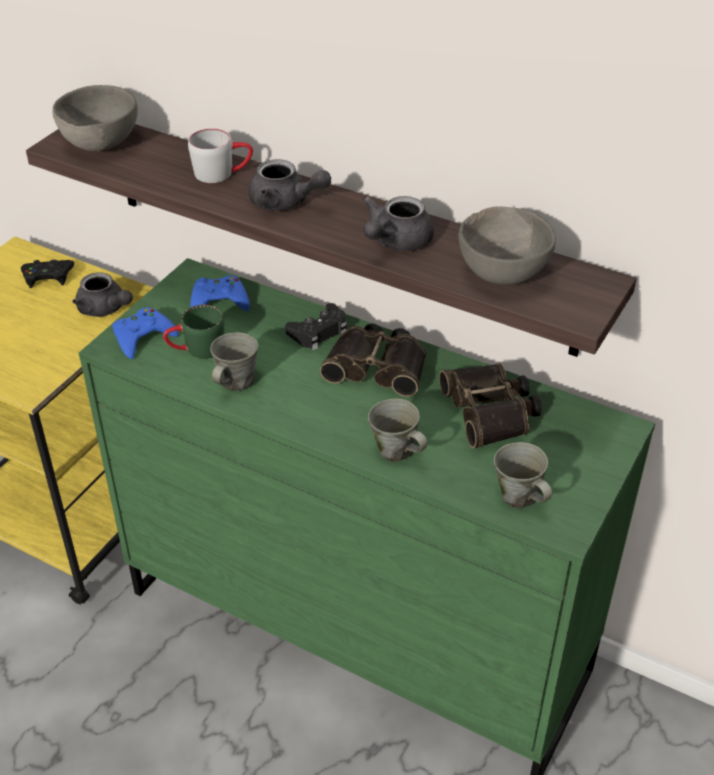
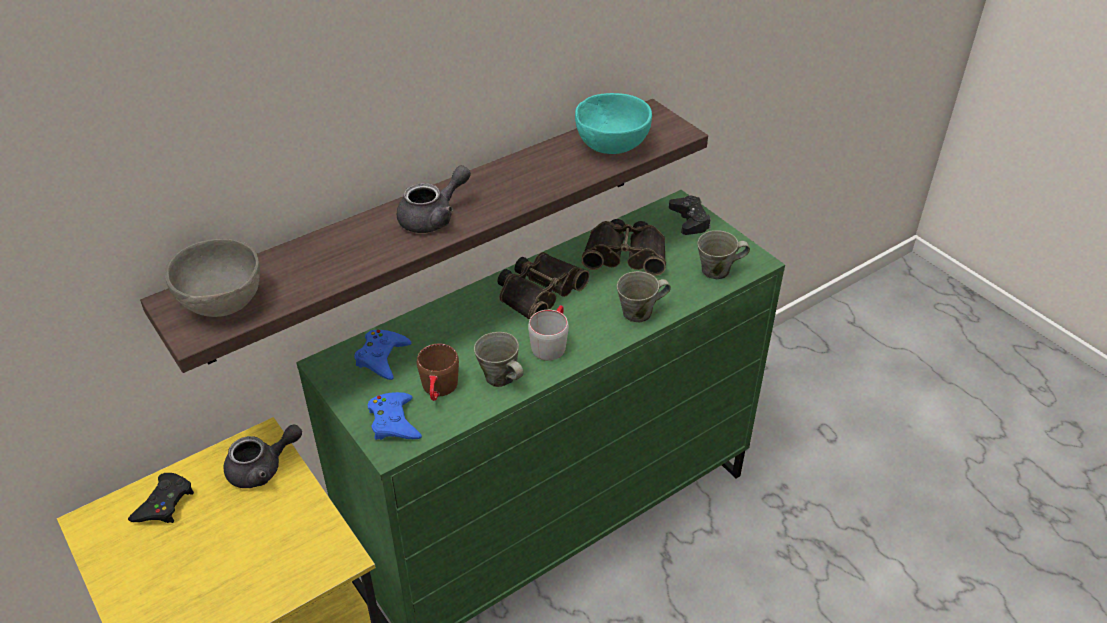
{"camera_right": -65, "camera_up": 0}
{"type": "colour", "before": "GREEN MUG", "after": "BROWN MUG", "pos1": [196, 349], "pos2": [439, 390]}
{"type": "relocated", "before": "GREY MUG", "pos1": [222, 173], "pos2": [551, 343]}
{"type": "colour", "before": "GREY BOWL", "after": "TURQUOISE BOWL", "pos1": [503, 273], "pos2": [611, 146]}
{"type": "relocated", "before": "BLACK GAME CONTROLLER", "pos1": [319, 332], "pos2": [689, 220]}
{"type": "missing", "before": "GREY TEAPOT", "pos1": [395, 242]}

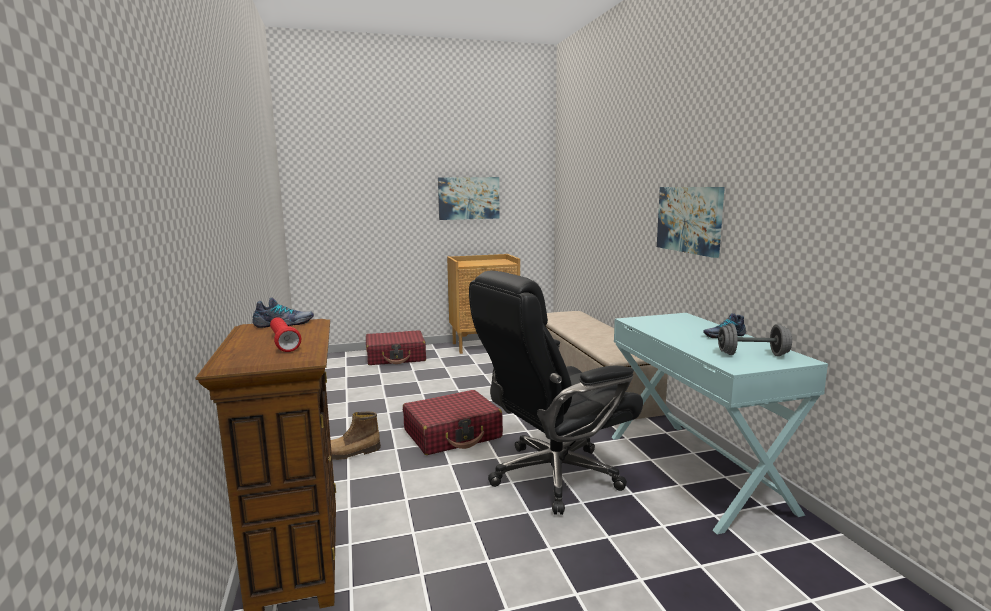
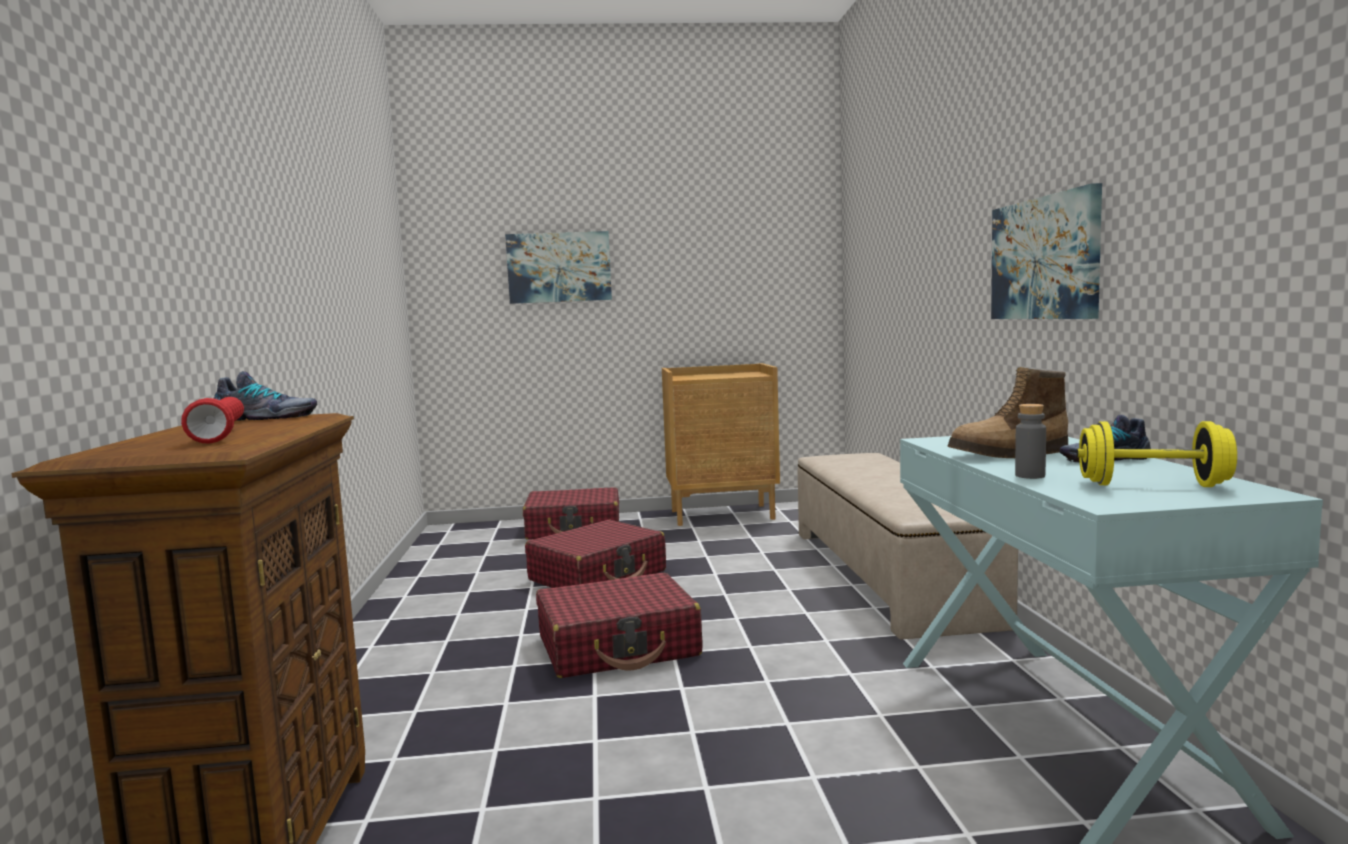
{"camera_right": 10, "camera_up": -5}
{"type": "relocated", "before": "PICTURE", "pos1": [468, 198], "pos2": [559, 267]}
{"type": "appeared", "after": "RED SUITCASE", "pos2": [598, 576]}
{"type": "relocated", "before": "BOOT", "pos1": [350, 453], "pos2": [1010, 454]}
{"type": "appeared", "after": "GREY BOTTLE", "pos2": [1030, 476]}
{"type": "colour", "before": "GREY DUMBBELL", "after": "YELLOW DUMBBELL", "pos1": [752, 354], "pos2": [1152, 485]}
{"type": "missing", "before": "BLACK OFFICE CHAIR", "pos1": [555, 475]}

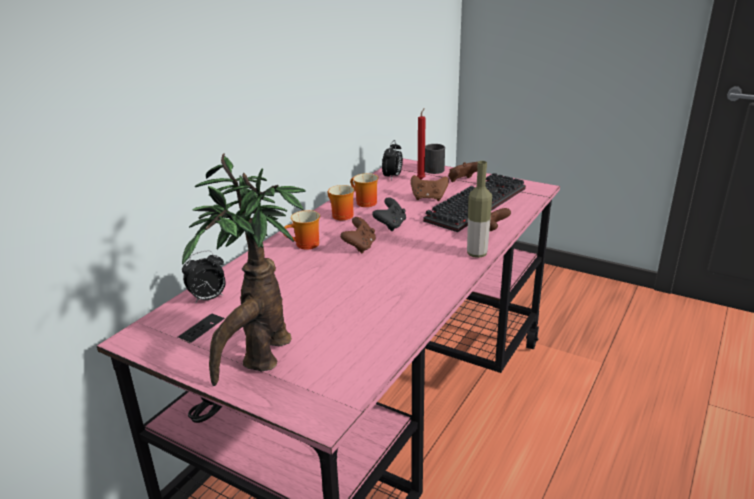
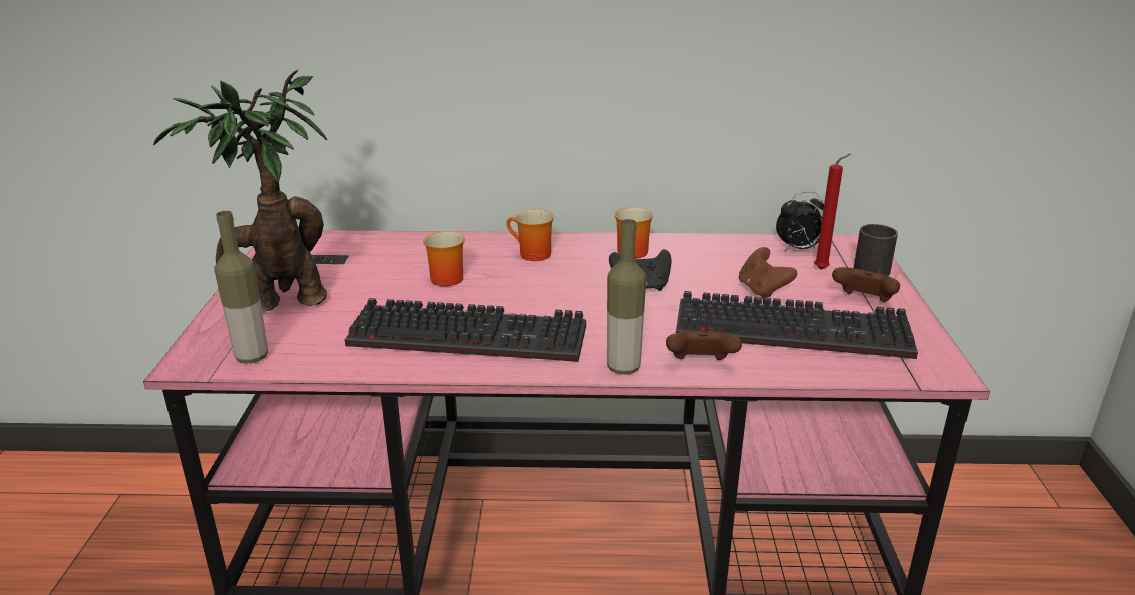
{"camera_right": 60, "camera_up": 0}
{"type": "appeared", "after": "BOTTLE", "pos2": [252, 357]}
{"type": "appeared", "after": "KEYBOARD", "pos2": [473, 334]}
{"type": "relocated", "before": "MUG", "pos1": [363, 203], "pos2": [446, 277]}
{"type": "missing", "before": "ALARM CLOCK", "pos1": [208, 299]}
{"type": "missing", "before": "BROWN GAME CONTROLLER", "pos1": [360, 247]}

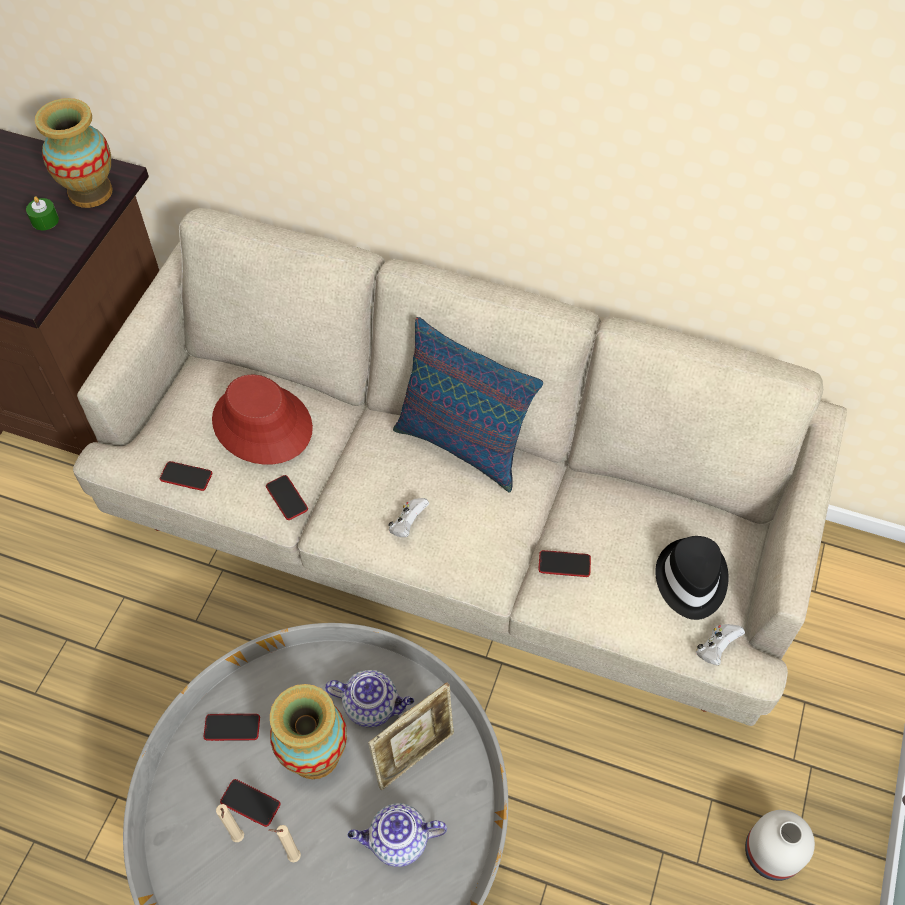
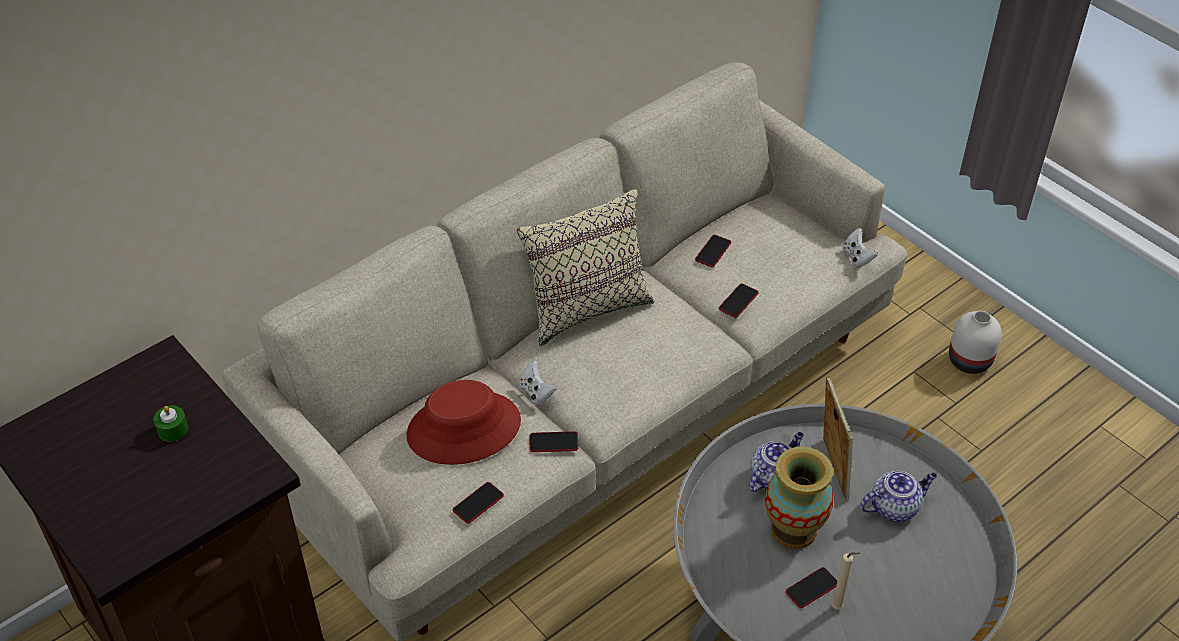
{"camera_right": -60, "camera_up": -10}
{"type": "colour", "before": "BLUE PILLOW", "after": "BEIGE PILLOW", "pos1": [462, 446], "pos2": [588, 311]}
{"type": "relocated", "before": "WHITE GAME CONTROLLER", "pos1": [408, 524], "pos2": [536, 392]}
{"type": "relocated", "before": "PHONE", "pos1": [232, 727], "pos2": [713, 251]}
{"type": "spun", "before": "TEAPOT", "pos1": [397, 841], "pos2": [894, 507], "turn": -135}
{"type": "missing", "before": "VASE", "pos1": [90, 192]}
{"type": "missing", "before": "BEIGE CANDLE", "pos1": [292, 857]}
{"type": "missing", "before": "BLACK HAT", "pos1": [690, 580]}

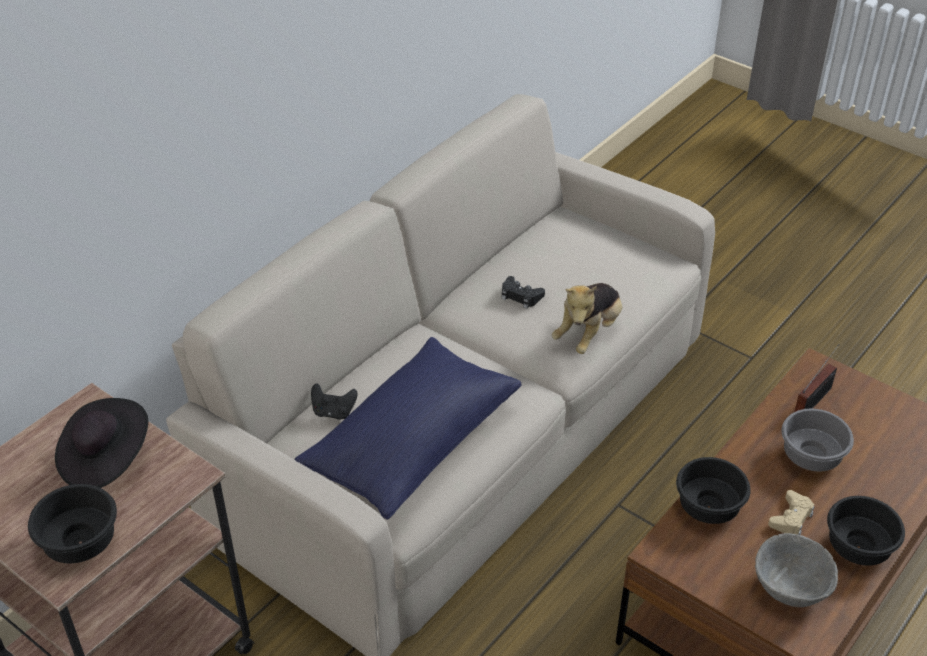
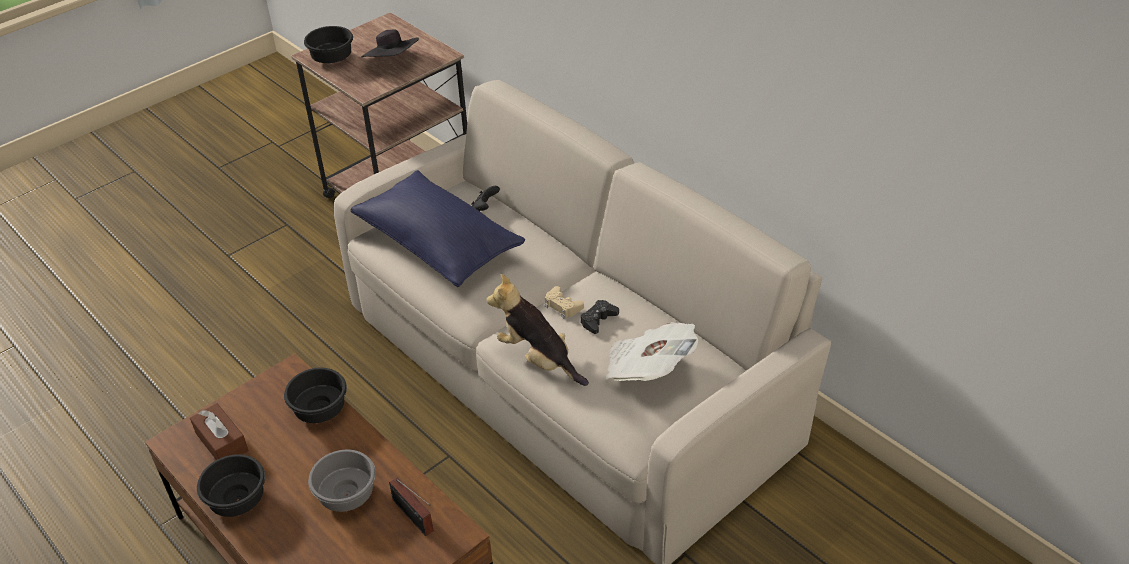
{"camera_right": 100, "camera_up": 0}
{"type": "exchanged", "before": "GREY BOWL", "after": "BROWN TISSUE BOX", "pos1": [790, 587], "pos2": [222, 442]}
{"type": "relocated", "before": "BEIGE GAME CONTROLLER", "pos1": [791, 518], "pos2": [562, 306]}
{"type": "appeared", "after": "NEWSPAPER", "pos2": [648, 368]}

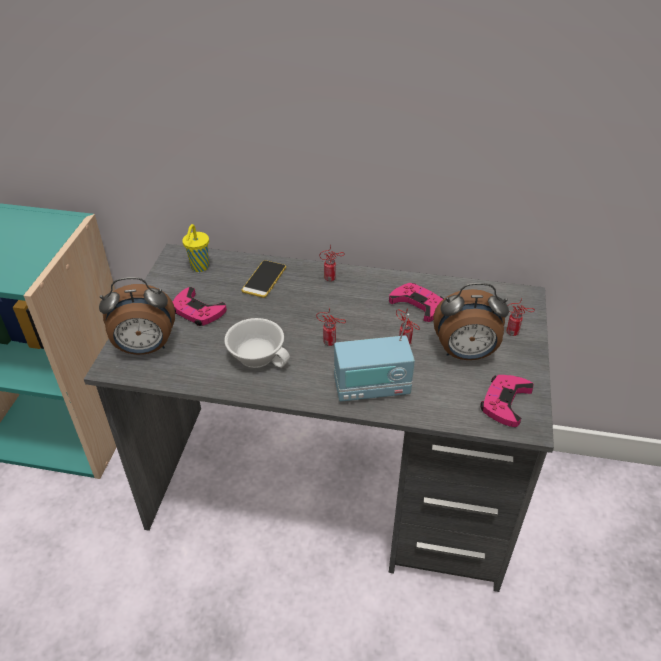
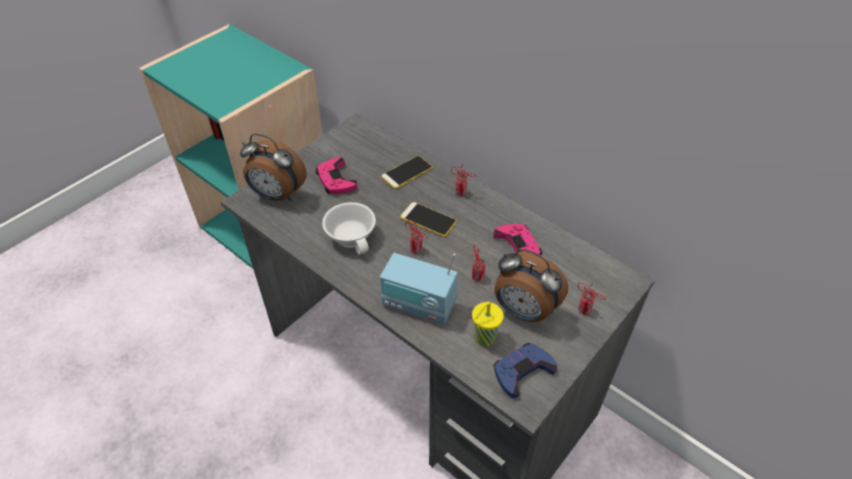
{"camera_right": 30, "camera_up": 5}
{"type": "appeared", "after": "PHONE", "pos2": [428, 220]}
{"type": "relocated", "before": "YELLOW CUP", "pos1": [199, 267], "pos2": [483, 338]}
{"type": "colour", "before": "PINK GAME CONTROLLER", "after": "BLUE GAME CONTROLLER", "pos1": [505, 402], "pos2": [522, 371]}

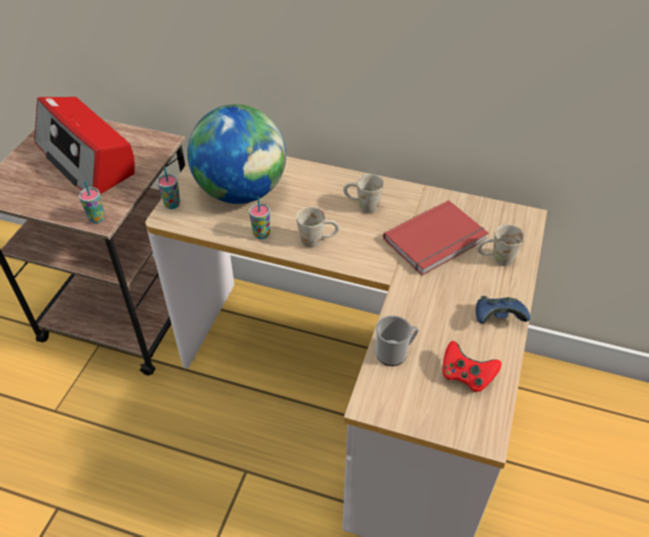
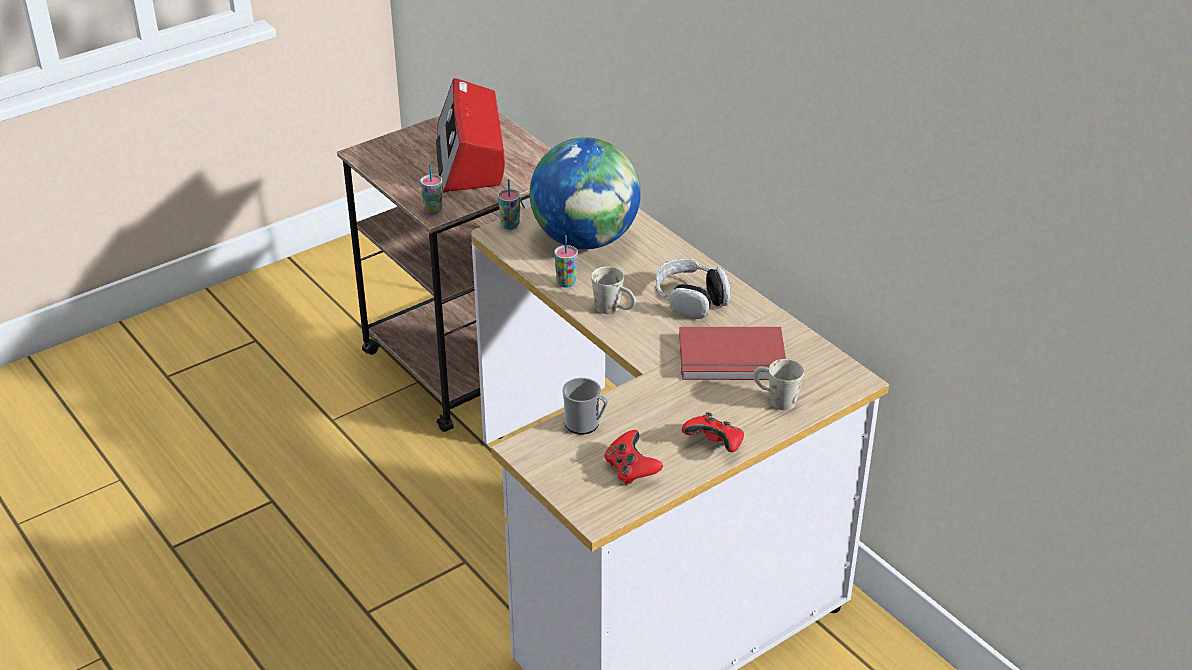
{"camera_right": 35, "camera_up": -10}
{"type": "exchanged", "before": "WHITE MUG", "after": "HEADPHONES", "pos1": [362, 205], "pos2": [691, 299]}
{"type": "colour", "before": "BLUE GAME CONTROLLER", "after": "RED GAME CONTROLLER", "pos1": [497, 318], "pos2": [715, 444]}

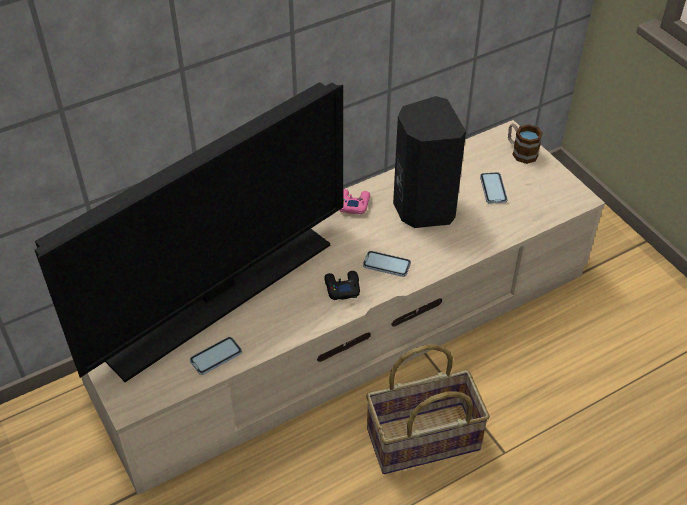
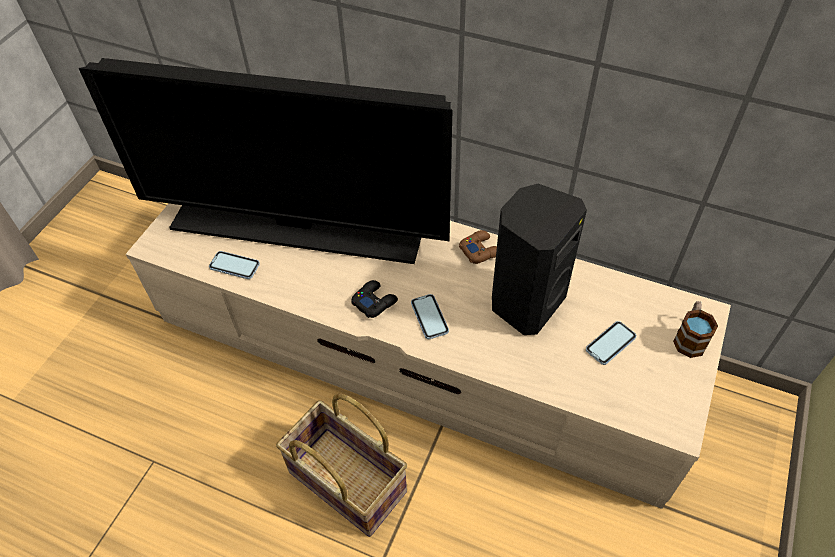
{"camera_right": 55, "camera_up": 5}
{"type": "colour", "before": "PINK GAME CONTROLLER", "after": "BROWN GAME CONTROLLER", "pos1": [353, 204], "pos2": [480, 250]}

